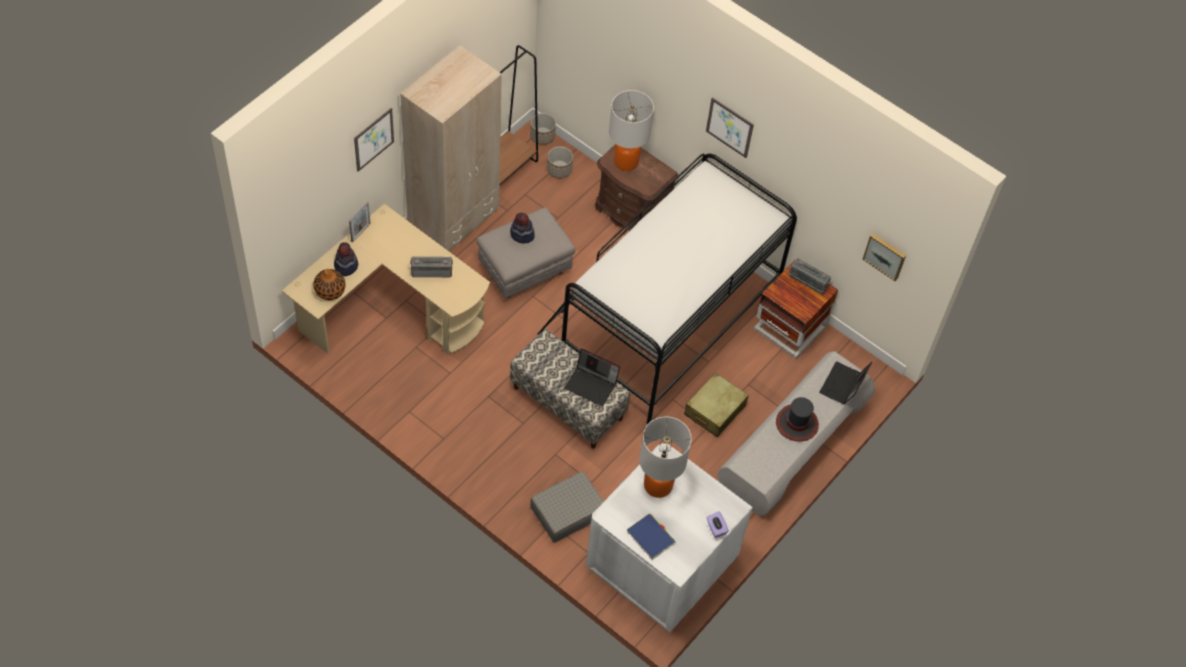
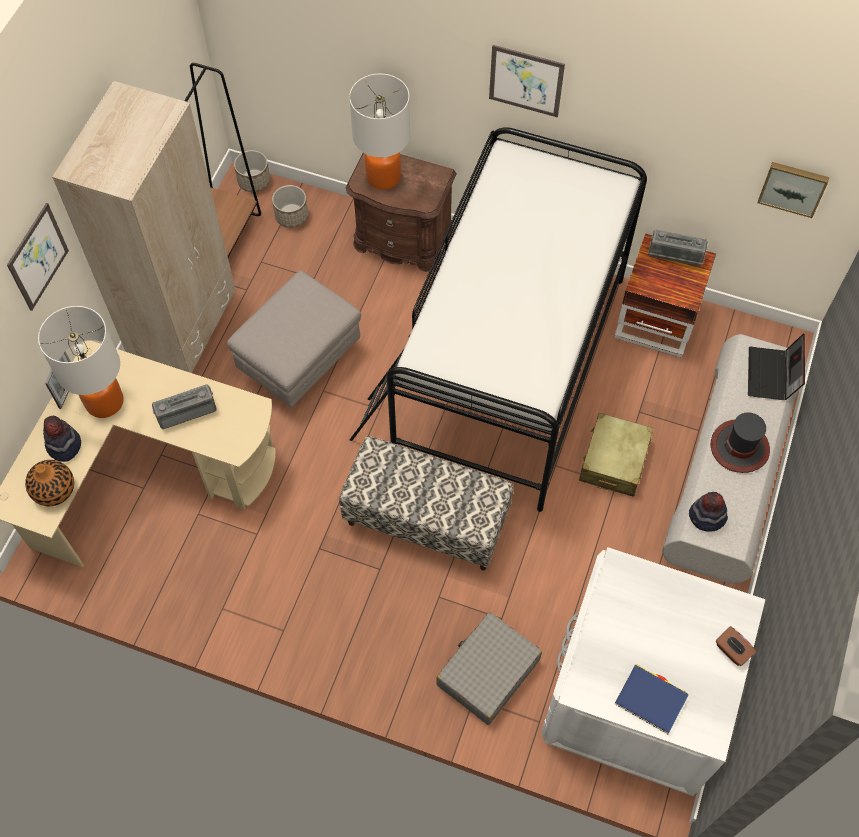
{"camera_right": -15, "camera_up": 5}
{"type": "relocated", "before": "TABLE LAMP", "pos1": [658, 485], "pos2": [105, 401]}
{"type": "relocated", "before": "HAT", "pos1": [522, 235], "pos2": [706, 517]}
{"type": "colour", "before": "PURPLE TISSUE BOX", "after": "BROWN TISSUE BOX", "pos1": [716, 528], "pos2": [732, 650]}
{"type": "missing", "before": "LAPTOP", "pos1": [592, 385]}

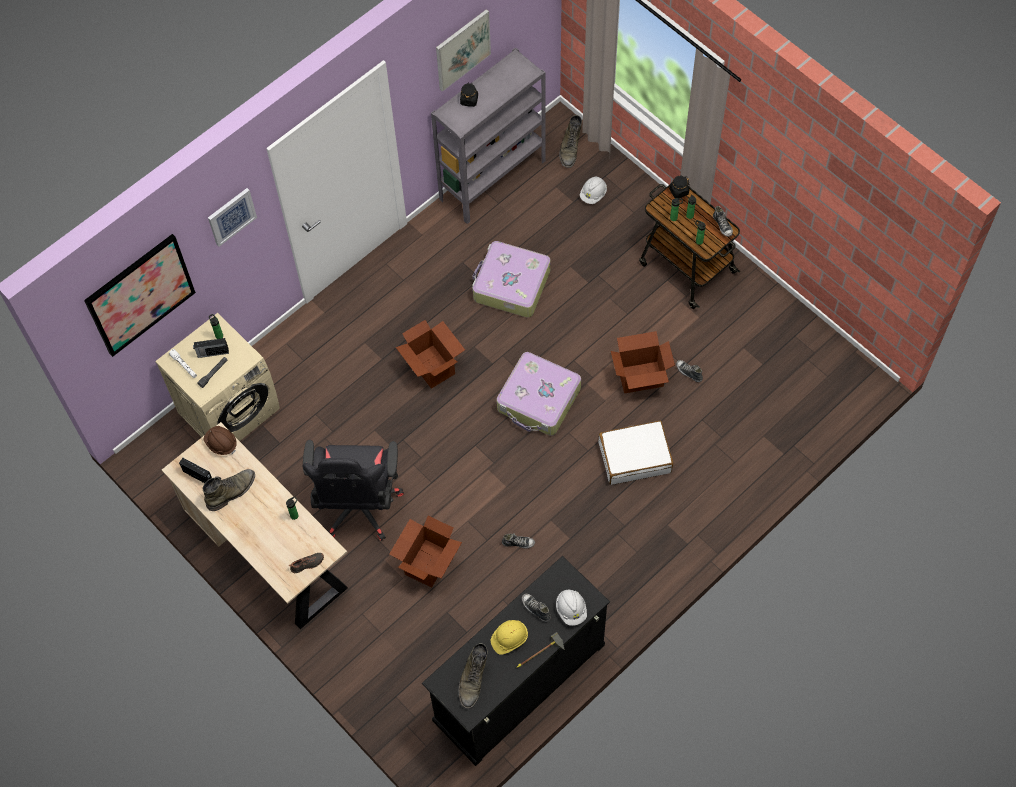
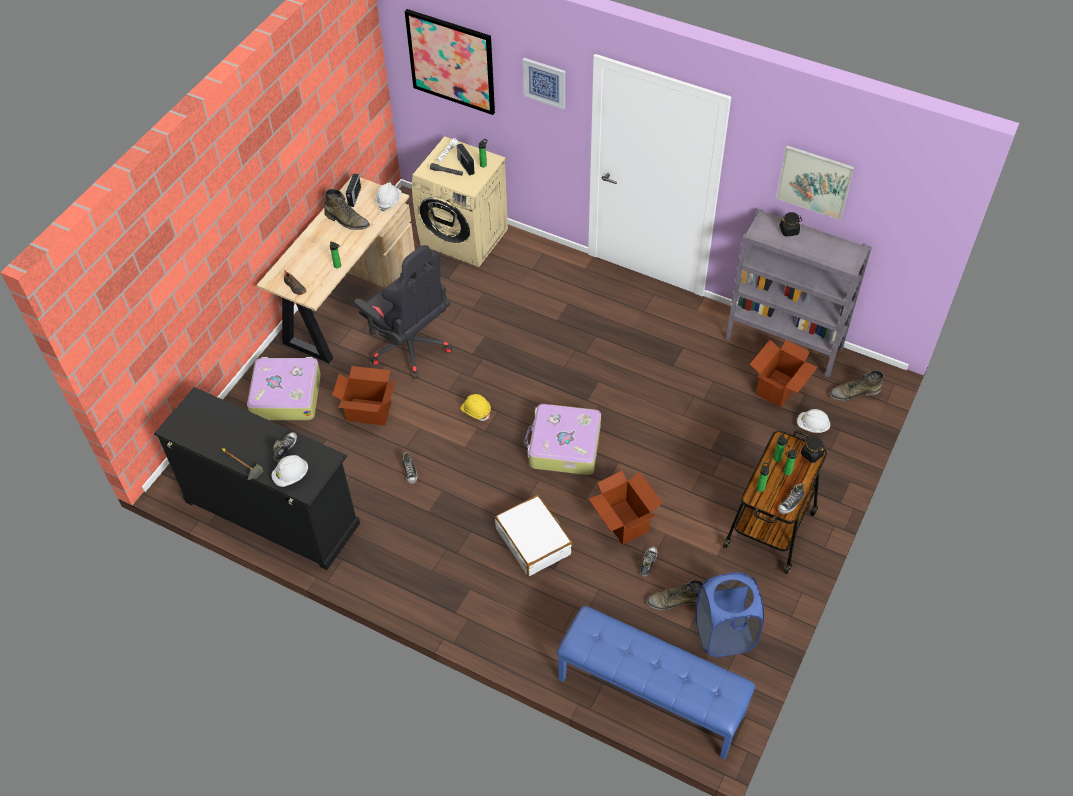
{"camera_right": 70, "camera_up": -10}
{"type": "relocated", "before": "SUITCASE", "pos1": [510, 285], "pos2": [286, 395]}
{"type": "spun", "before": "BLACK OFFICE CHAIR", "pos1": [358, 504], "pos2": [409, 347], "turn": -120}
{"type": "colour", "before": "BROWN HARD HAT", "after": "WHITE HARD HAT", "pos1": [221, 444], "pos2": [388, 201]}
{"type": "relocated", "before": "YELLOW HARD HAT", "pos1": [509, 638], "pos2": [476, 410]}
{"type": "appeared", "after": "BLUE BENCH", "pos2": [650, 697]}
{"type": "relocated", "before": "GREEN BOOT", "pos1": [473, 679], "pos2": [675, 600]}
{"type": "appeared", "after": "BLUE LAUNDRY BASKET", "pos2": [724, 634]}
{"type": "relocated", "before": "CARDBOARD BOX", "pos1": [432, 366], "pos2": [778, 389]}

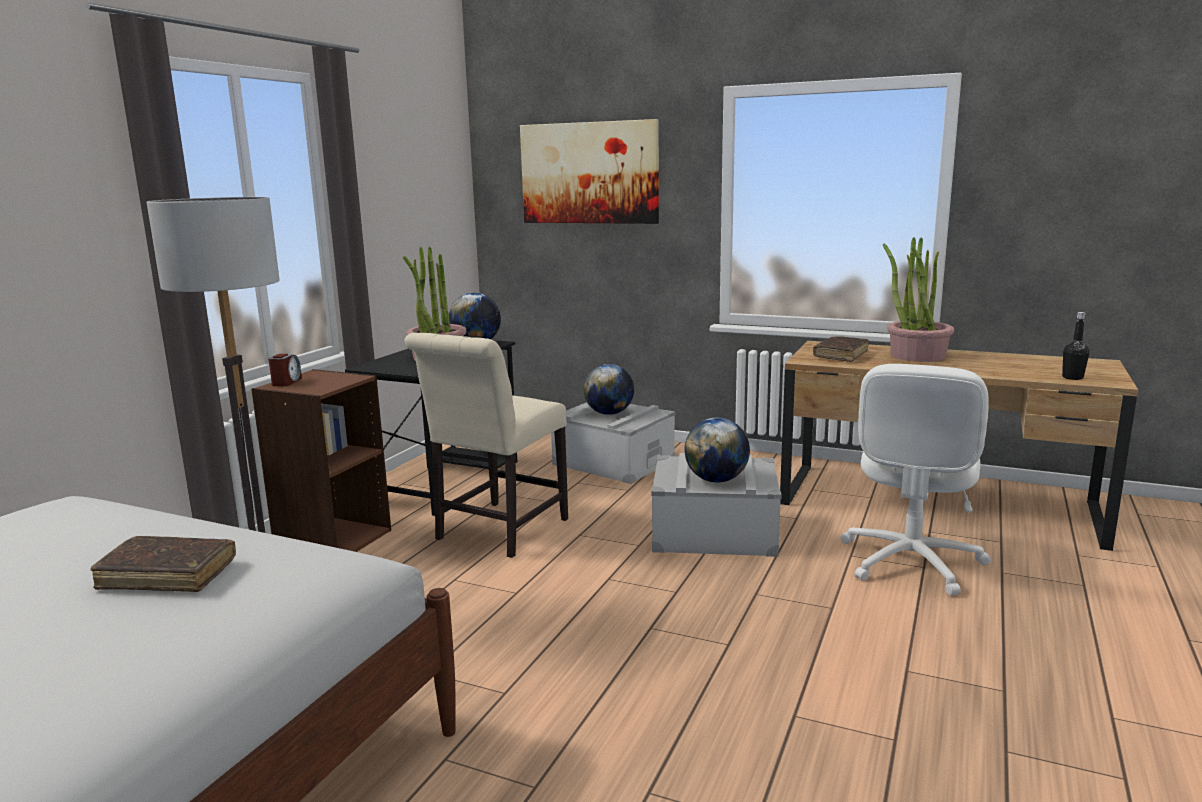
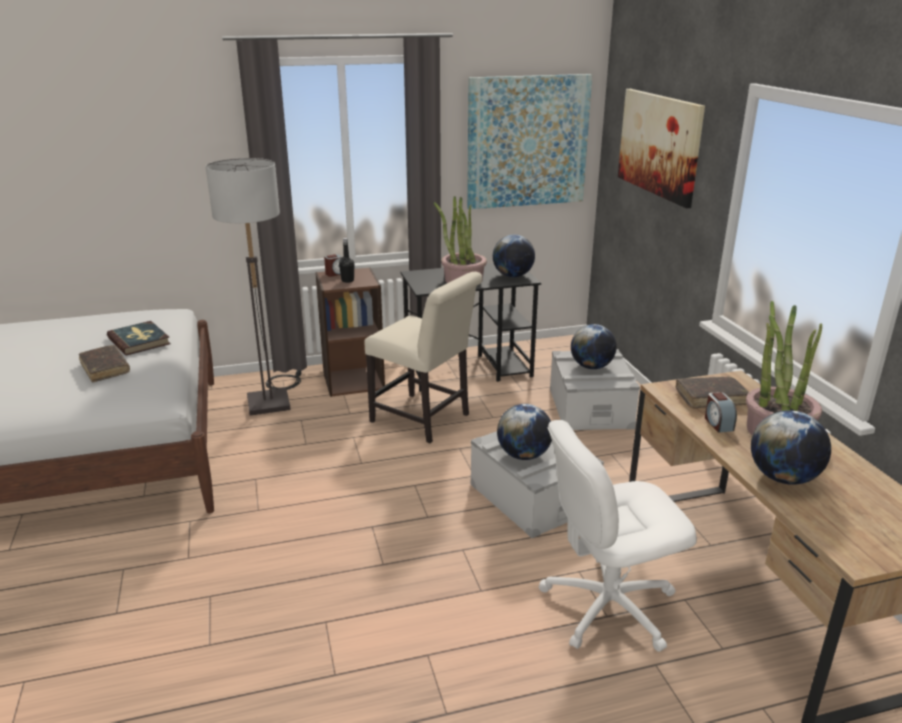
{"camera_right": 50, "camera_up": 10}
{"type": "appeared", "after": "BOOK", "pos2": [139, 341]}
{"type": "relocated", "before": "BLACK BOTTLE", "pos1": [1072, 377], "pos2": [347, 280]}
{"type": "spun", "before": "BEIGE CHAIR", "pos1": [496, 532], "pos2": [424, 420], "turn": -135}
{"type": "appeared", "after": "PICTURE", "pos2": [527, 142]}
{"type": "appeared", "after": "ALARM CLOCK", "pos2": [718, 423]}
{"type": "appeared", "after": "GLOBE", "pos2": [783, 478]}

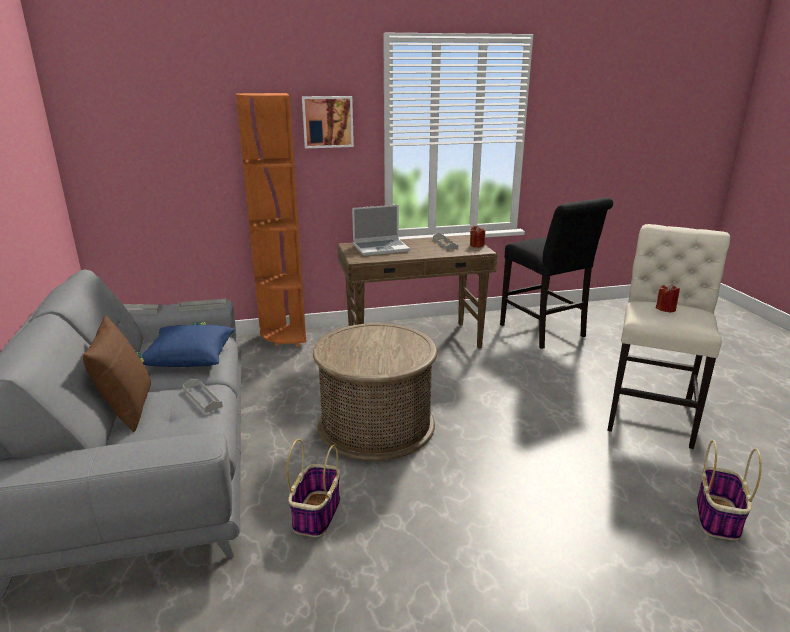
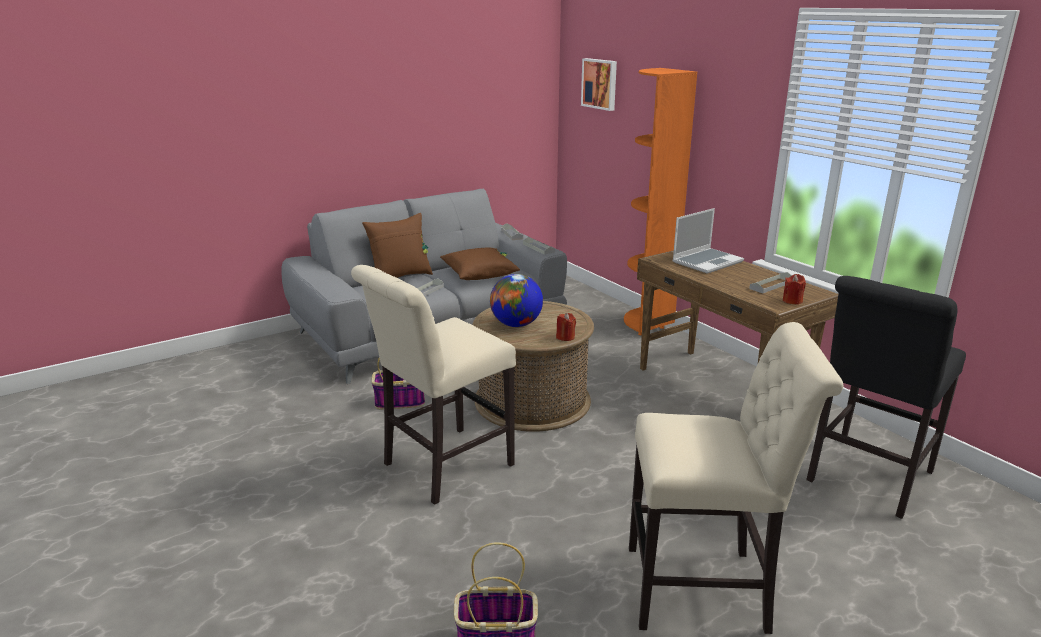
{"camera_right": 70, "camera_up": 0}
{"type": "appeared", "after": "BEIGE STOOL", "pos2": [441, 467]}
{"type": "colour", "before": "BLUE PILLOW", "after": "BROWN PILLOW", "pos1": [190, 358], "pos2": [479, 275]}
{"type": "appeared", "after": "GLOBE", "pos2": [516, 324]}
{"type": "relocated", "before": "RED CANDLE", "pos1": [666, 309], "pos2": [565, 337]}
{"type": "relocated", "before": "PICTURE", "pos1": [327, 121], "pos2": [600, 84]}
{"type": "spun", "before": "LAPTOP", "pos1": [381, 248], "pos2": [707, 261], "turn": -90}

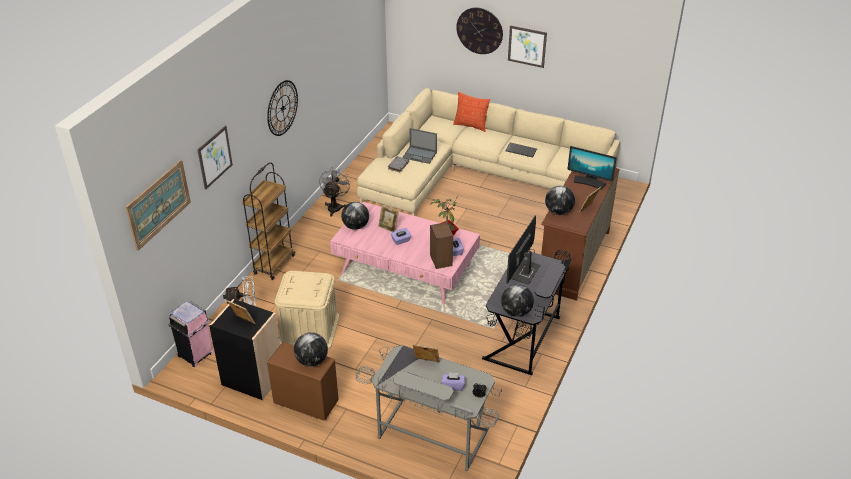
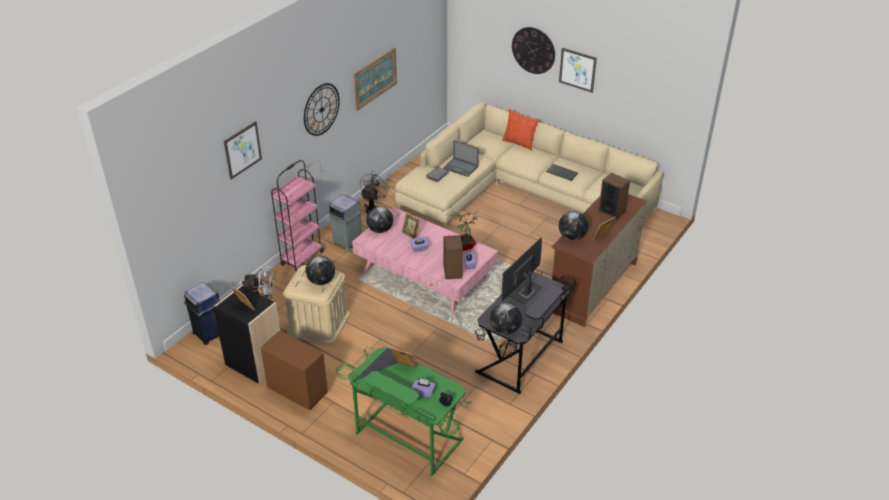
{"camera_right": 10, "camera_up": 0}
{"type": "colour", "before": "PINK TRASH CAN", "after": "BLUE TRASH CAN", "pos1": [196, 354], "pos2": [209, 334]}
{"type": "colour", "before": "BROWN CART", "after": "PINK CART", "pos1": [274, 265], "pos2": [301, 259]}
{"type": "relocated", "before": "GLOBE", "pos1": [312, 361], "pos2": [321, 281]}
{"type": "appeared", "after": "GREY TRASH CAN", "pos2": [347, 242]}
{"type": "colour", "before": "GREY DESK", "after": "GREEN DESK", "pos1": [431, 436], "pos2": [407, 438]}
{"type": "relocated", "before": "PICTURE", "pos1": [158, 204], "pos2": [375, 78]}
{"type": "exchanged", "before": "MONITOR", "after": "SPEAKER", "pos1": [589, 182], "pos2": [612, 211]}

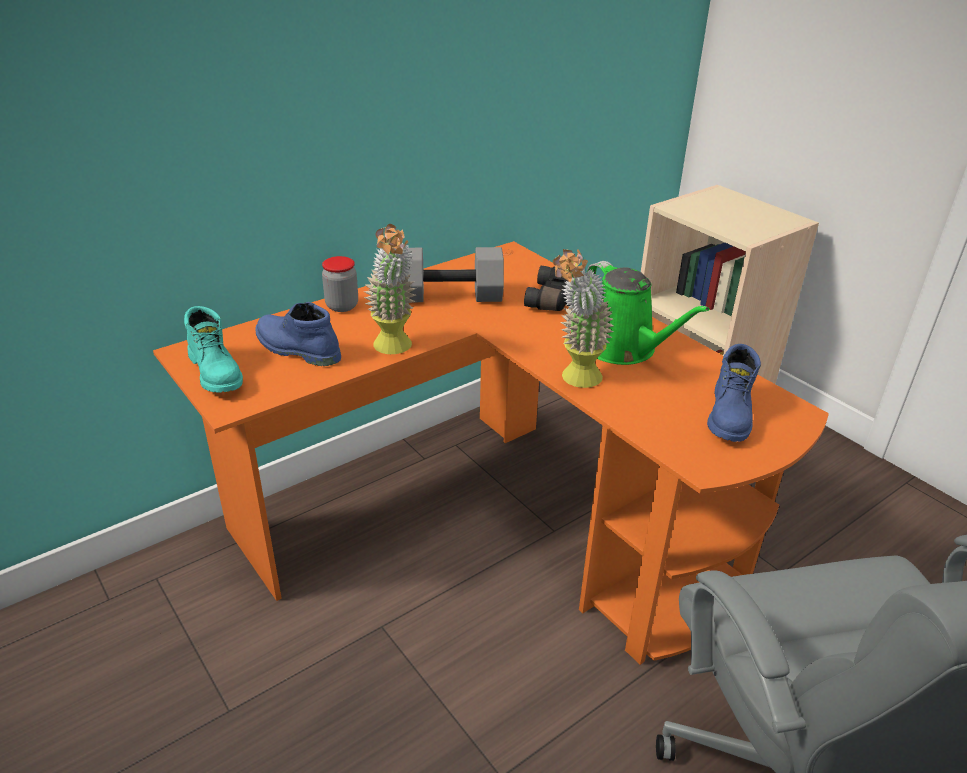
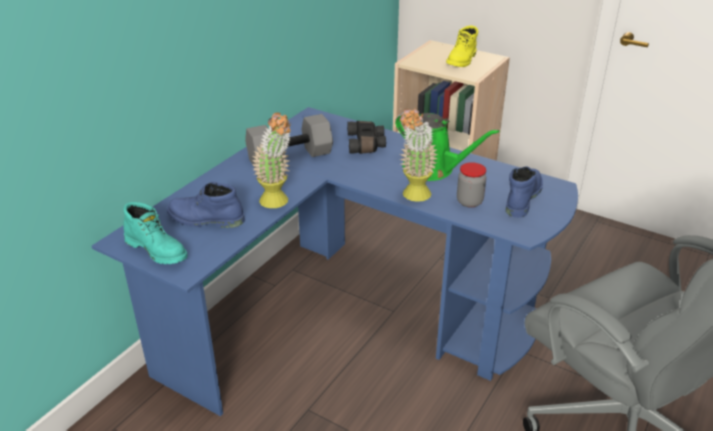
{"camera_right": -20, "camera_up": 0}
{"type": "colour", "before": "ORANGE DESK", "after": "BLUE DESK", "pos1": [490, 518], "pos2": [345, 314]}
{"type": "appeared", "after": "YELLOW BOOT", "pos2": [462, 60]}
{"type": "relocated", "before": "JAR", "pos1": [342, 306], "pos2": [469, 202]}
{"type": "spun", "before": "BLUE BOOT", "pos1": [730, 416], "pos2": [522, 198], "turn": -150}

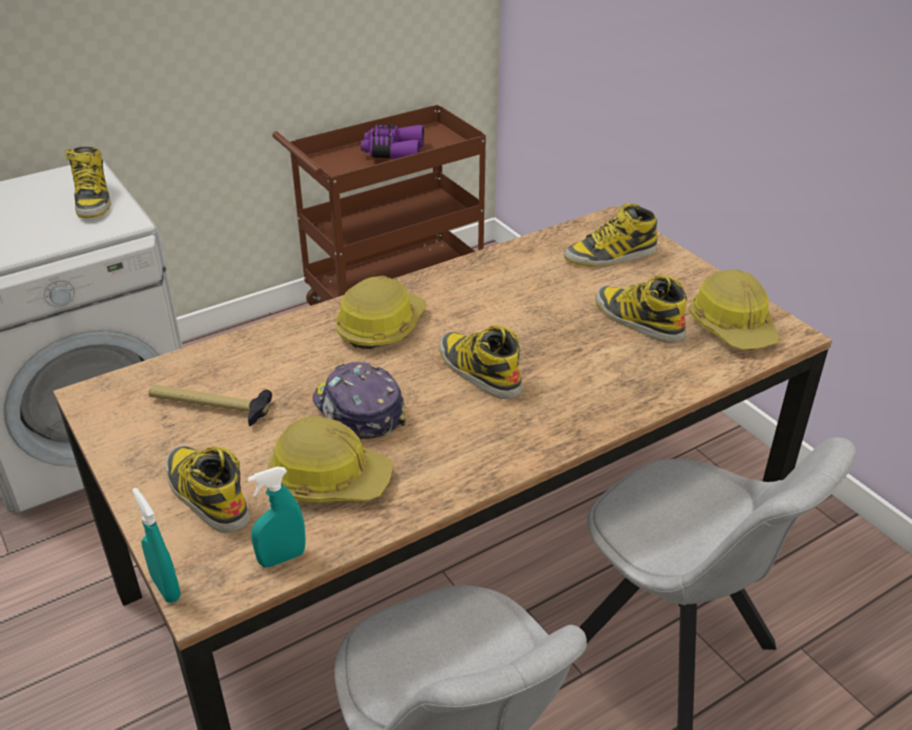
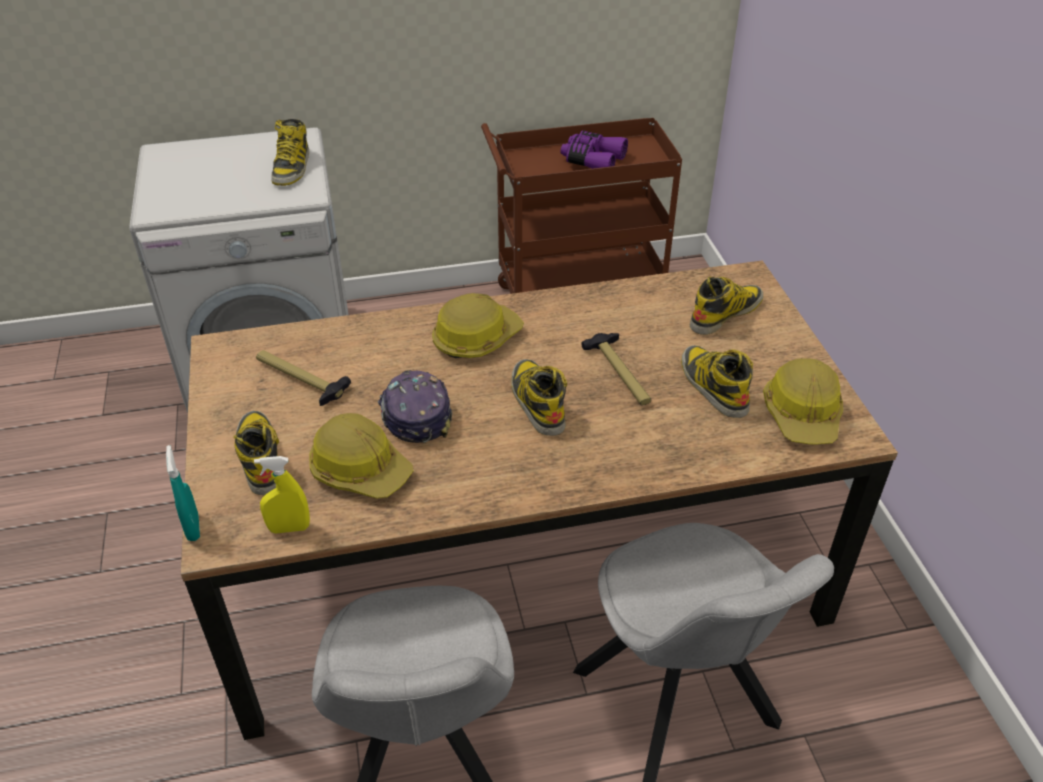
{"camera_right": 20, "camera_up": 5}
{"type": "colour", "before": "TURQUOISE SPRAY BOTTLE", "after": "YELLOW SPRAY BOTTLE", "pos1": [282, 558], "pos2": [289, 528]}
{"type": "appeared", "after": "HAMMER", "pos2": [620, 374]}
{"type": "spun", "before": "BOOT", "pos1": [610, 256], "pos2": [725, 313], "turn": 135}

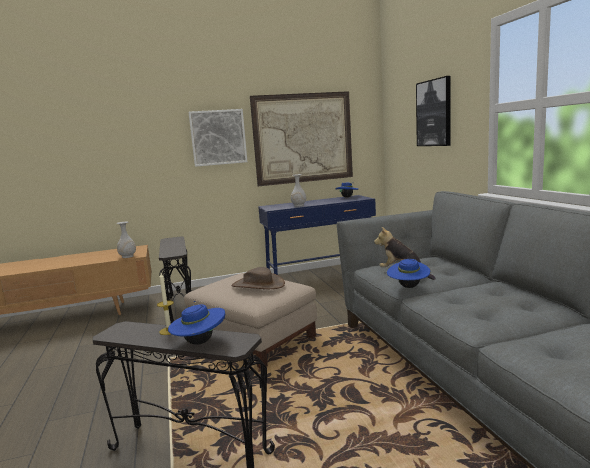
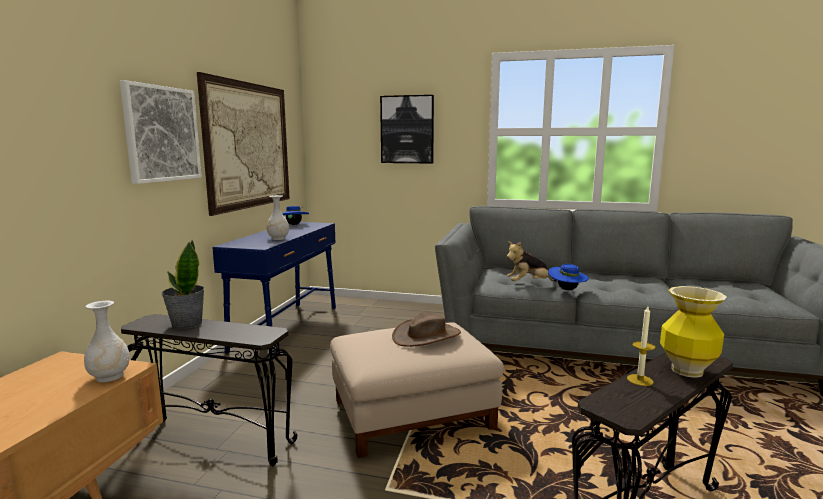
{"camera_right": -60, "camera_up": 0}
{"type": "appeared", "after": "POTTED PLANT", "pos2": [186, 324]}
{"type": "exchanged", "before": "BLUE HAT", "after": "VASE", "pos1": [199, 342], "pos2": [686, 371]}

